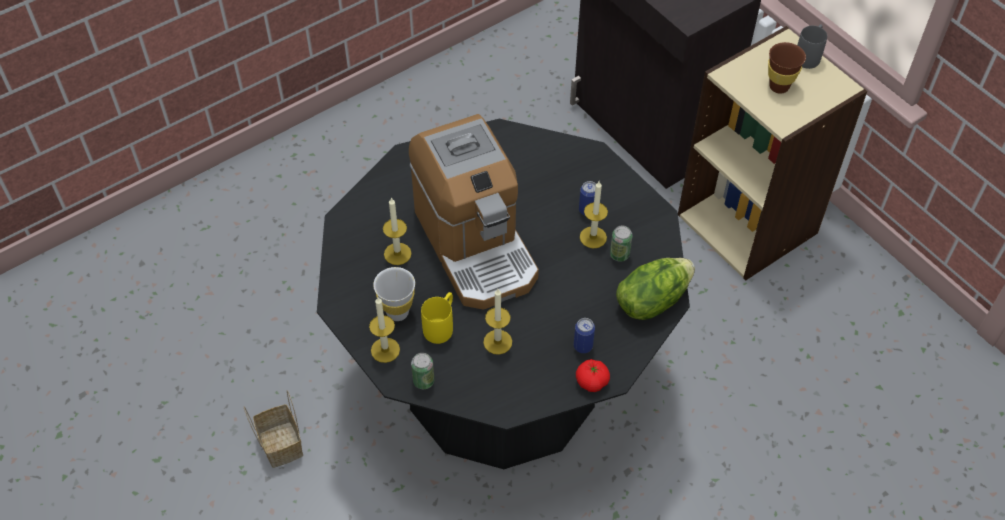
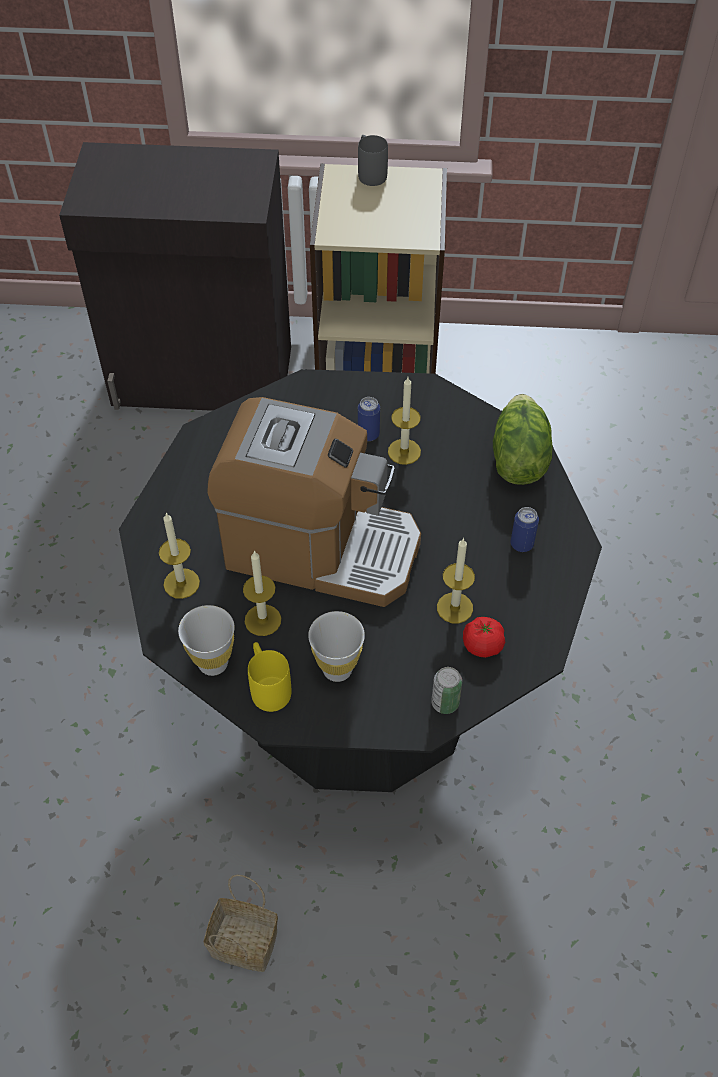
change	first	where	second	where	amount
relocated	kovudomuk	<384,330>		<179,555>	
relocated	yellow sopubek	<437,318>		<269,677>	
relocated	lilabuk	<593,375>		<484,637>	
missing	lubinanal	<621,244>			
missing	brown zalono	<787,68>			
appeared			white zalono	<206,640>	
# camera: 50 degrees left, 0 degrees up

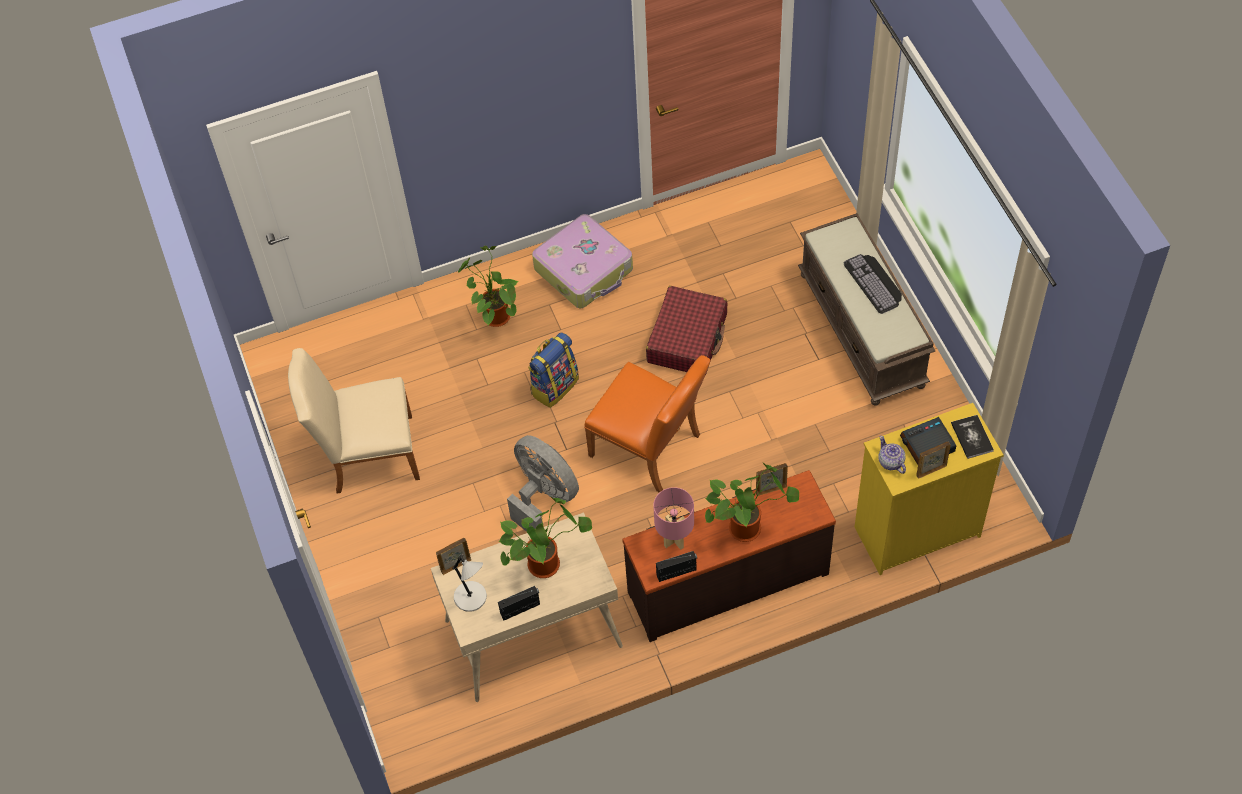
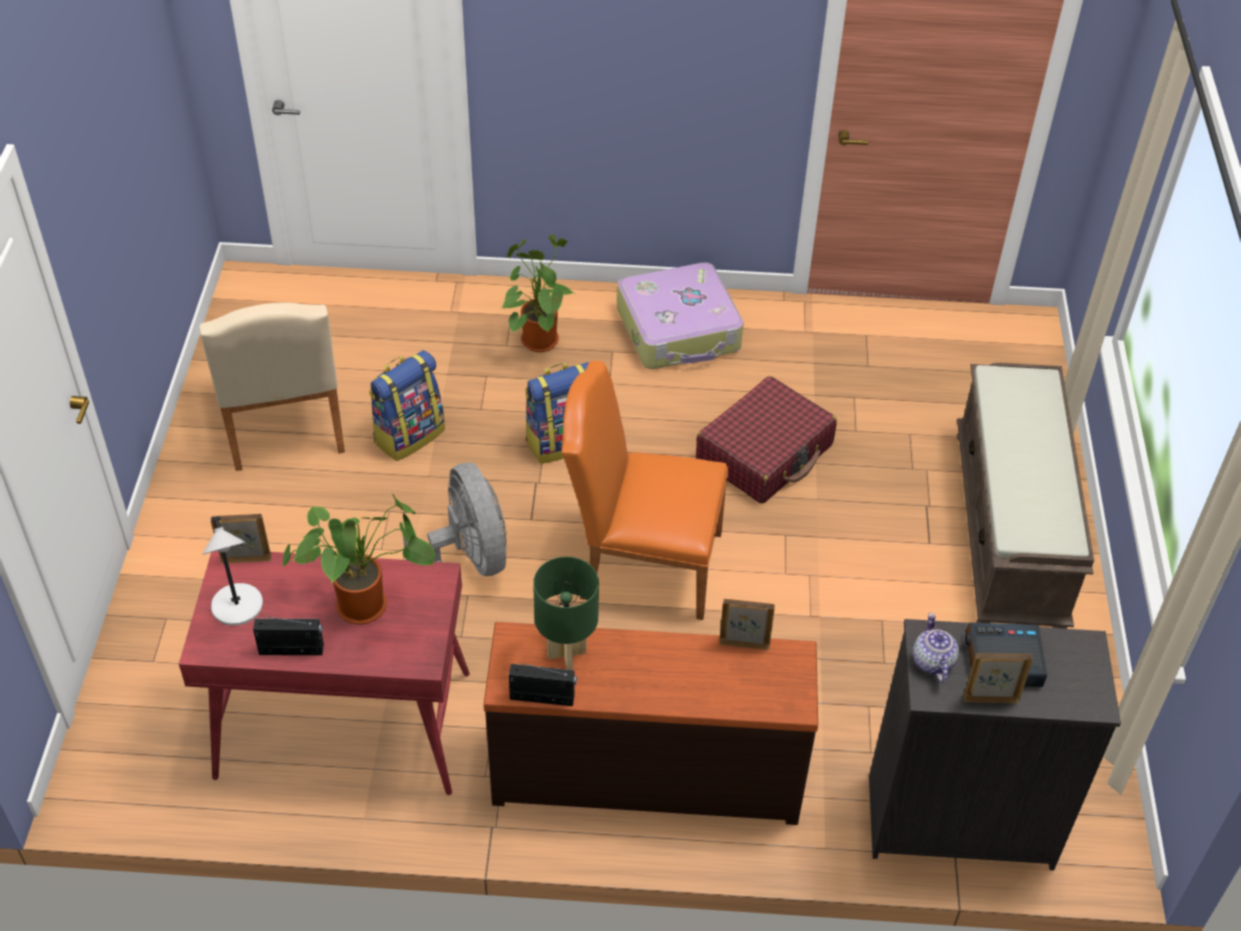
change	first	where	second	where	amount
spun	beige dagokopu	<354,421>		<272,386>	120 degrees counterclockwise
colour	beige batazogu	<527,607>	red batazogu	<324,673>	
spun	orange dagokopu	<647,424>		<644,490>	135 degrees clockwise
colour	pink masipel	<673,518>	green masipel	<566,613>	
missing	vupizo	<752,502>			
missing	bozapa	<873,284>			
colour	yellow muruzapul	<929,489>	black muruzapul	<995,744>	
missing	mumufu	<972,437>			
appeared			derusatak	<407,405>	
# camera: 20 degrees right, 10 degrees down

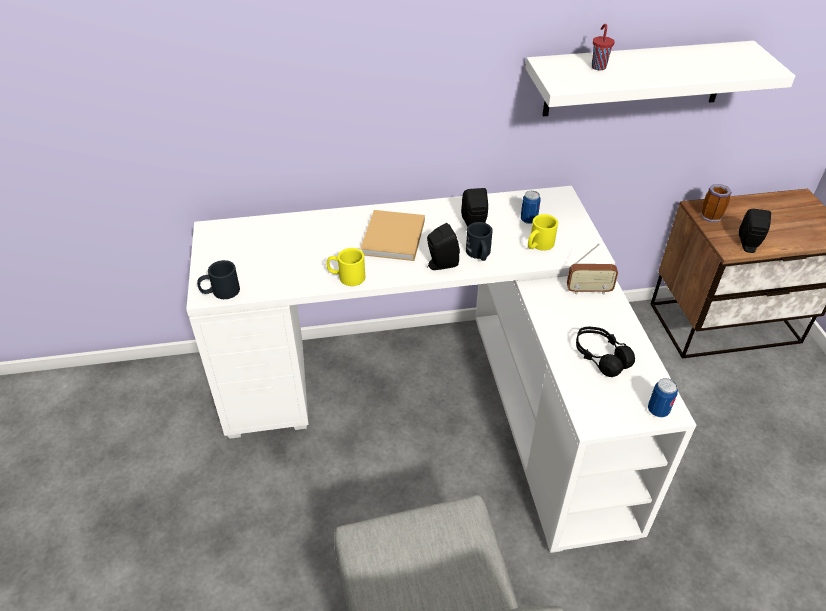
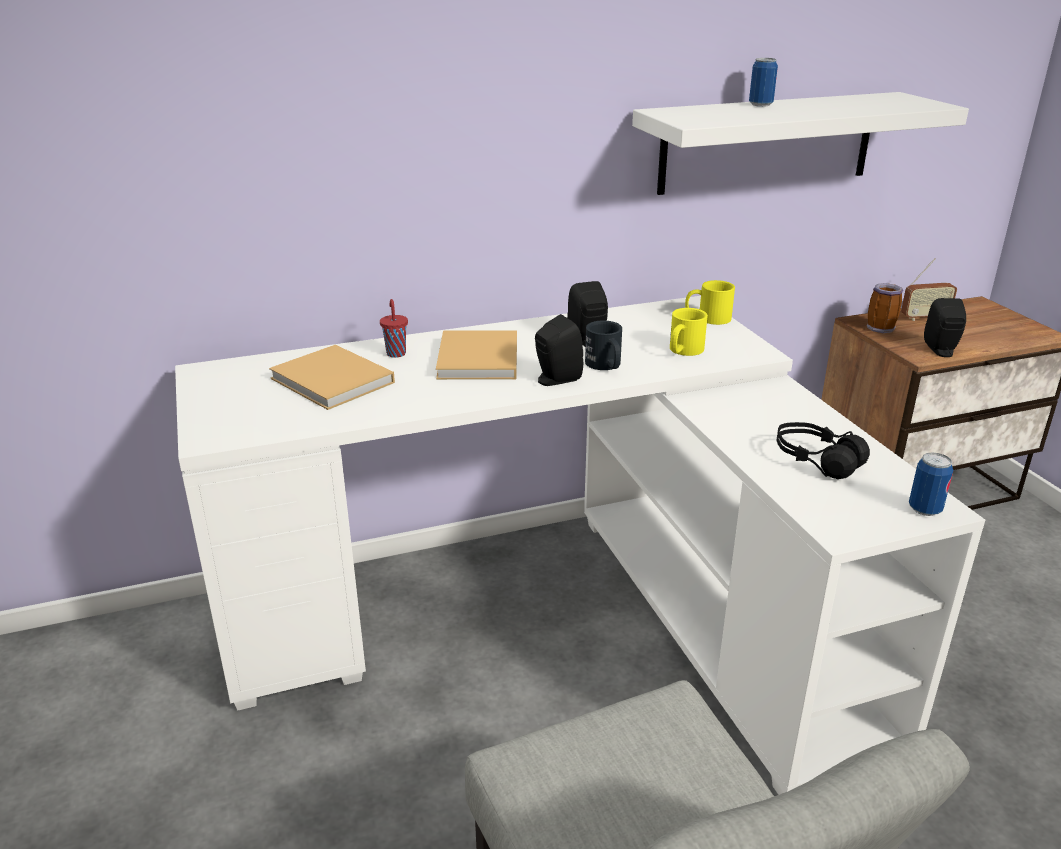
change	first	where	second	where	amount
missing	black sopubek	<218,279>			
relocated	yellow sopubek	<346,267>		<710,302>	
relocated	lubinanal	<531,207>		<763,82>	
relocated	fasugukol	<592,269>		<929,289>	
relocated	red zalono	<603,47>		<394,328>	
appeared			beige mumufu	<332,377>	
# camera: 10 degrees left, 15 degrees down

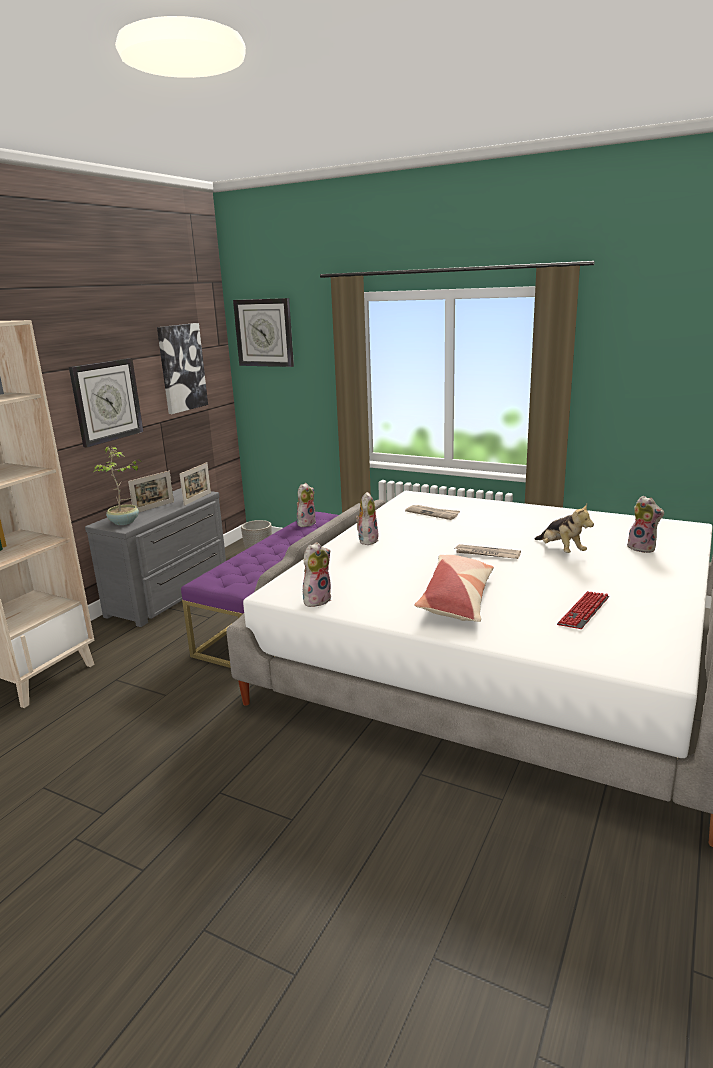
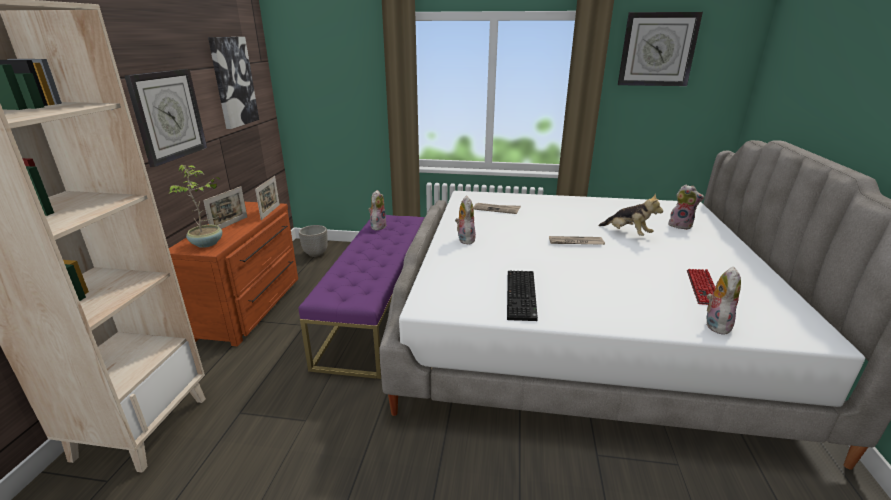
change	first	where	second	where	amount
colour	grey muruzapul	<155,557>	brown muruzapul	<233,274>	
relocated	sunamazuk	<263,332>		<660,49>	
relocated	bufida	<317,574>		<724,300>	
missing	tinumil	<454,588>			
appeared			bozapa	<522,296>	
# camera: 20 degrees left, 5 degrees up

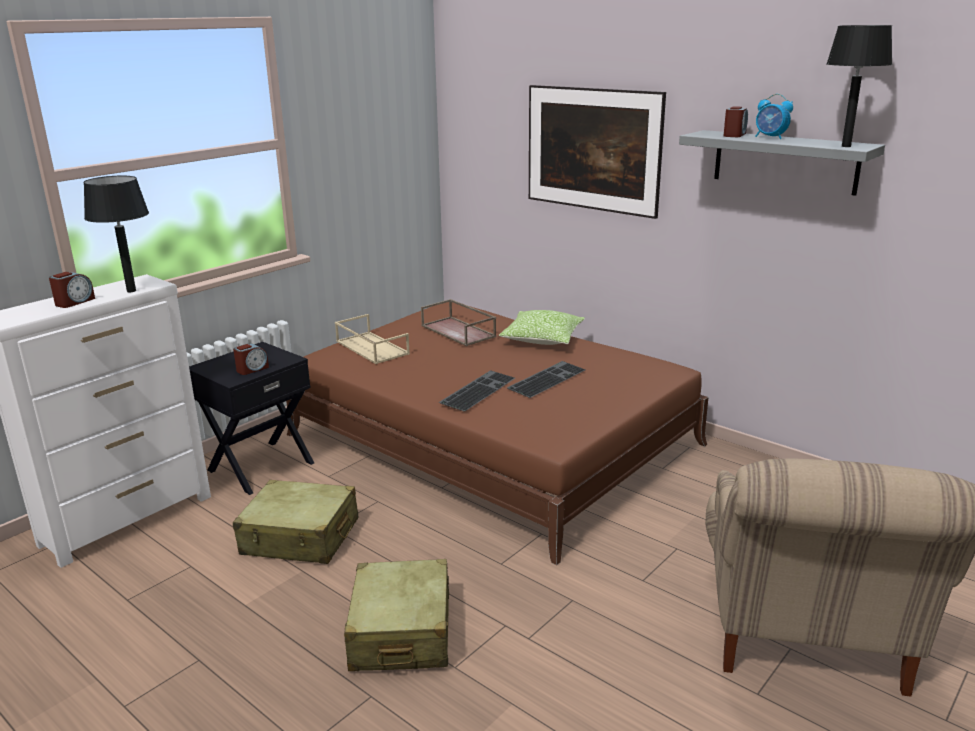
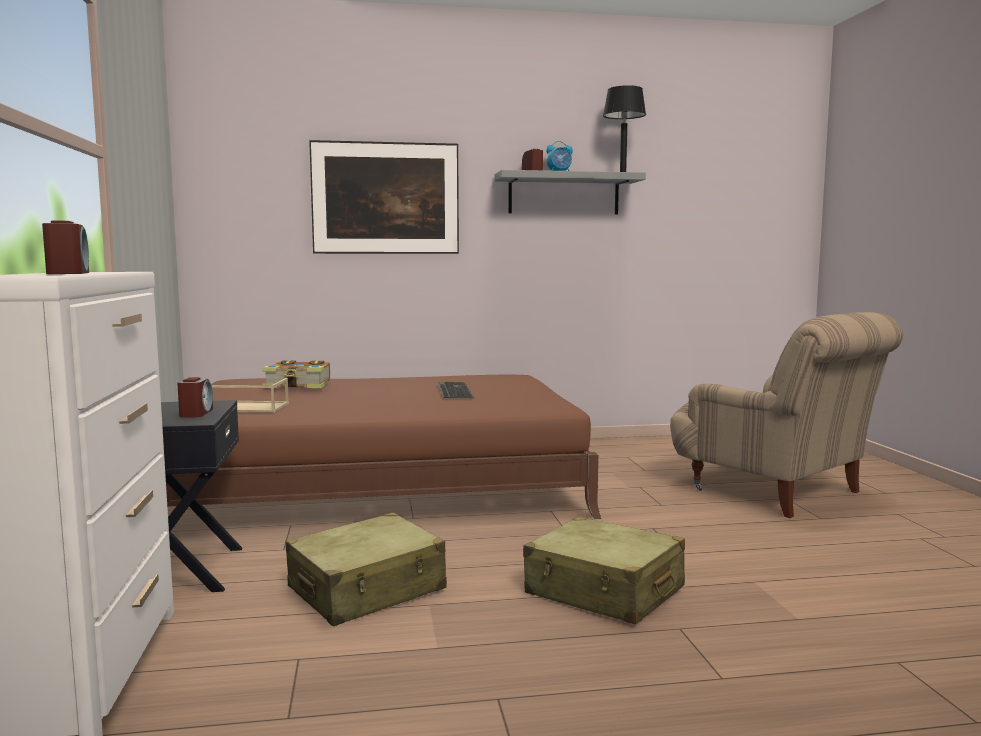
change	first	where	second	where	amount
missing	black masipel	<116,234>			
exchanged	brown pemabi	<458,322>	mumufu	<296,374>	
missing	bozapa	<477,391>			
missing	tinumil	<542,327>			
# camera: 50 degrees left, 15 degrees down

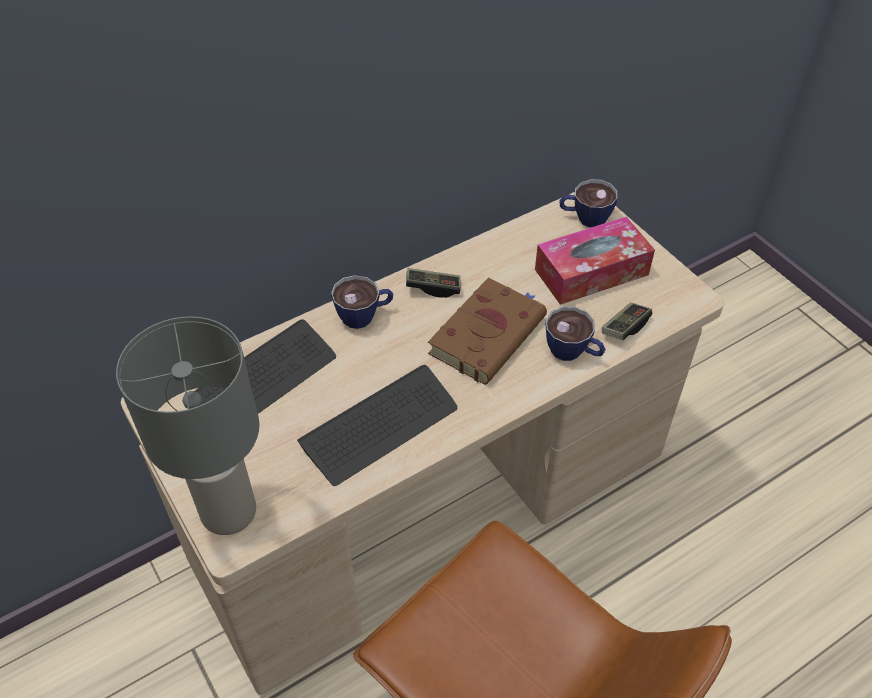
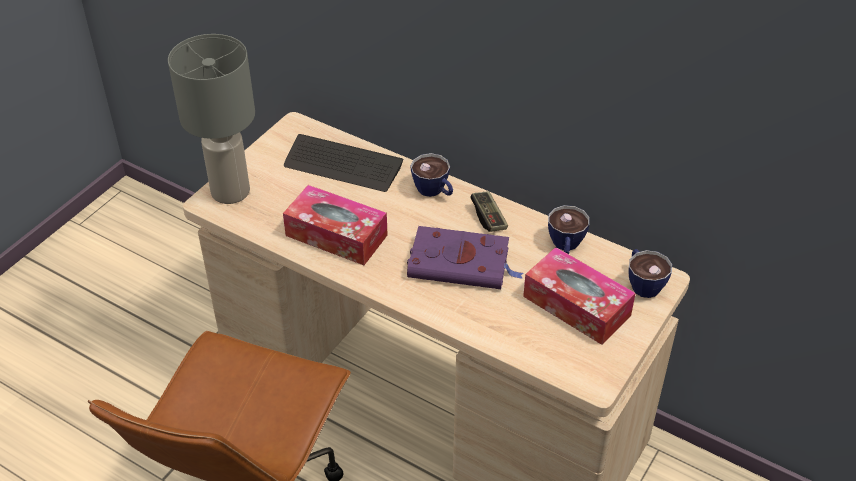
change	first	where	second	where	amount
exchanged	bozapa	<377,425>	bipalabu	<335,225>	
colour	brown mumufu	<487,331>	purple mumufu	<465,257>	
relocated	zalono	<576,334>		<568,229>	
missing	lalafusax	<627,321>			
# camera: 65 degrees right, 5 degrees down

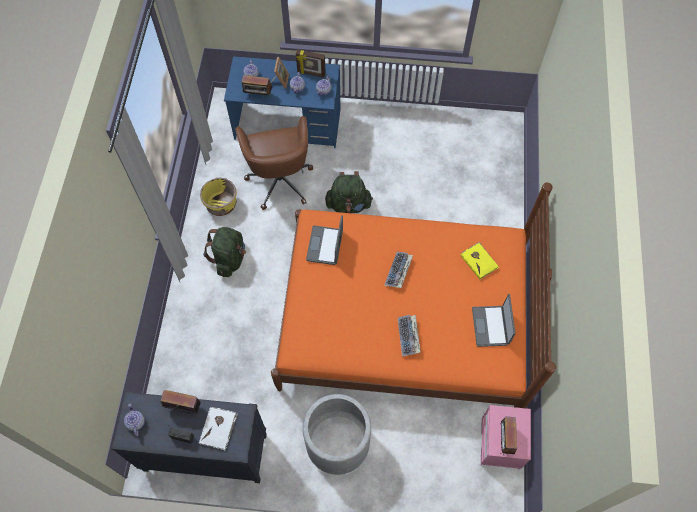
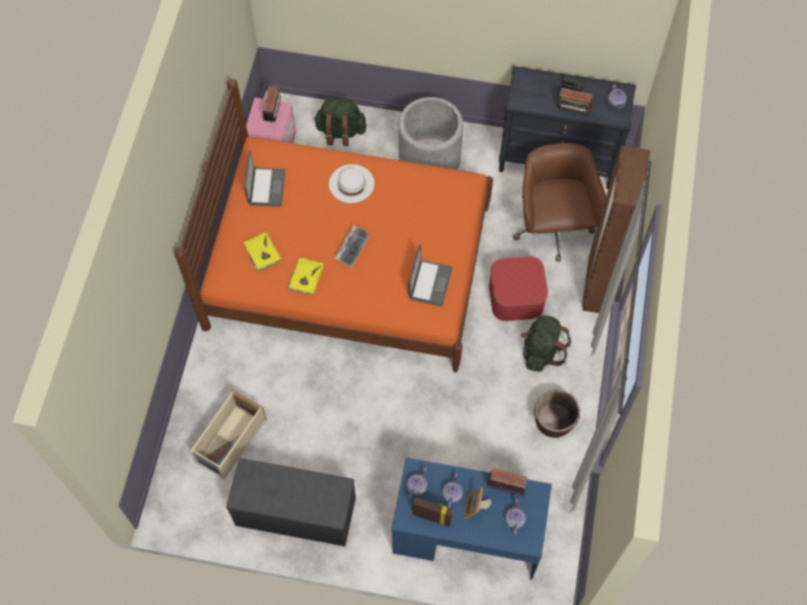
change	first	where	second	where	amount
missing	white mumufu	<218,428>			
colour	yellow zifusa	<218,197>	brown zifusa	<557,414>	
relocated	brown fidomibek	<274,163>		<559,202>	
relocated	green derusatak	<349,192>		<340,122>	
exchanged	bozapa	<409,336>	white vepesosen	<351,183>	
appeared			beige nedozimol	<228,434>	
appeared			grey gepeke	<291,502>	
appeared			yellow mumufu	<305,276>	
appeared			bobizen	<518,288>	
appeared			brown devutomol	<616,229>	
# camera: 175 degrees left, 0 degrees up

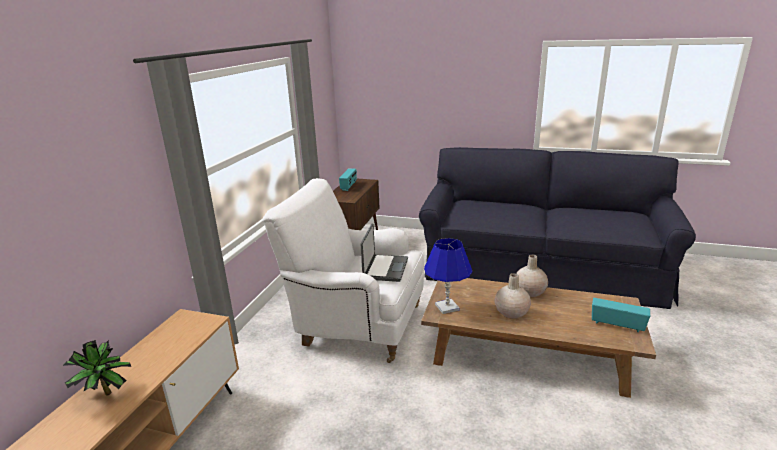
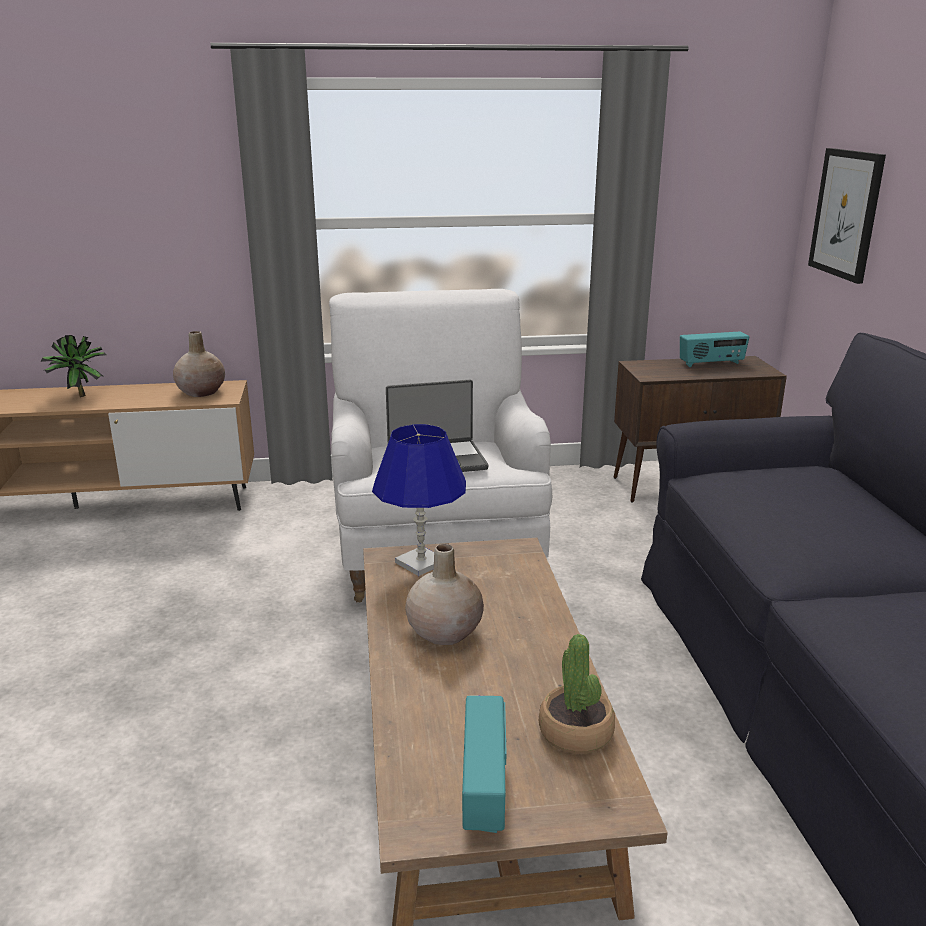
change	first	where	second	where	amount
relocated	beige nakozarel	<532,276>		<199,364>	
appeared			vupizo	<577,694>	
appeared			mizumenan	<847,216>	
# camera: 65 degrees right, 0 degrees up

